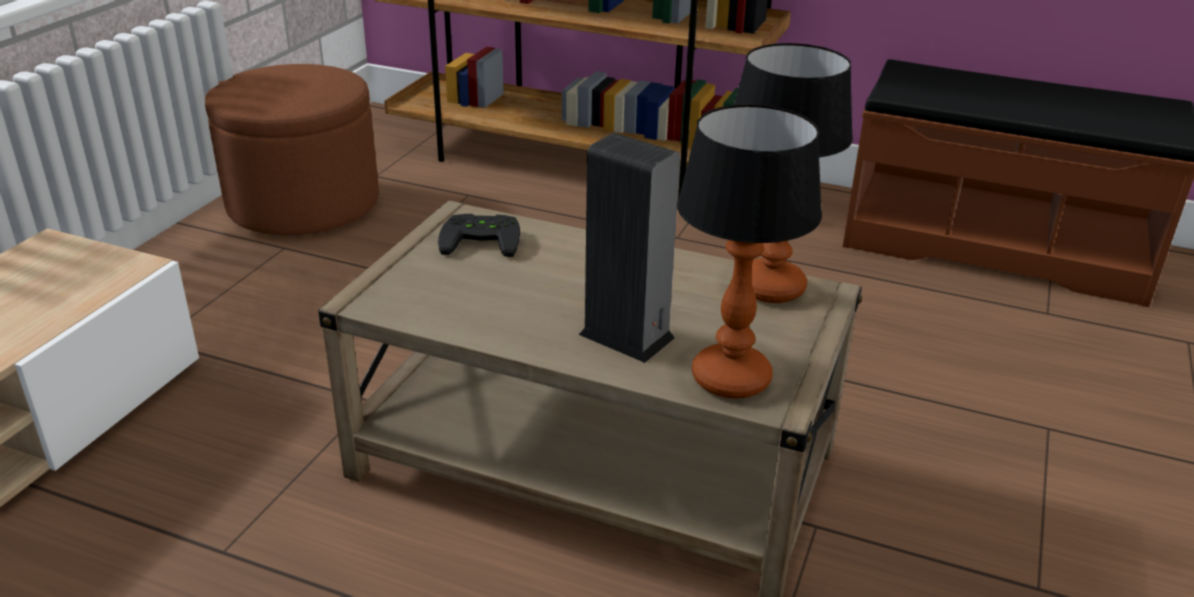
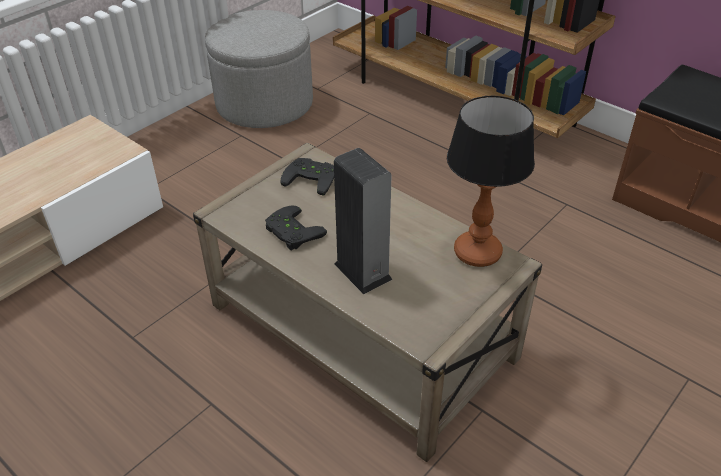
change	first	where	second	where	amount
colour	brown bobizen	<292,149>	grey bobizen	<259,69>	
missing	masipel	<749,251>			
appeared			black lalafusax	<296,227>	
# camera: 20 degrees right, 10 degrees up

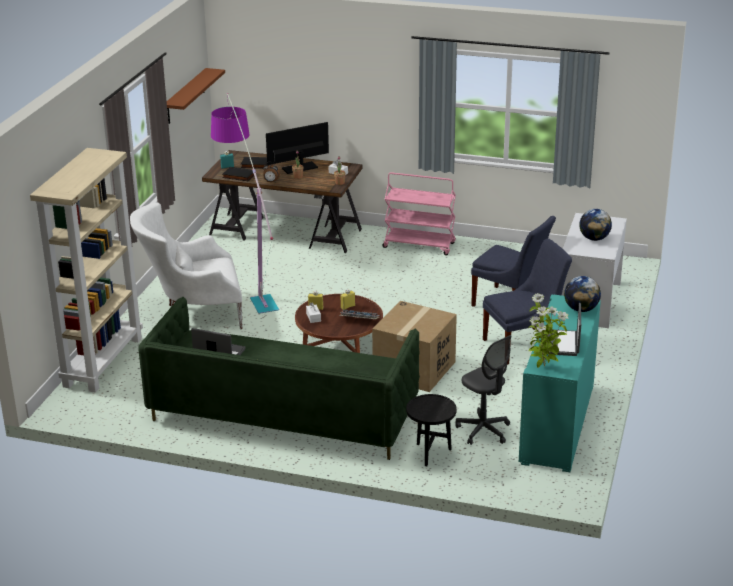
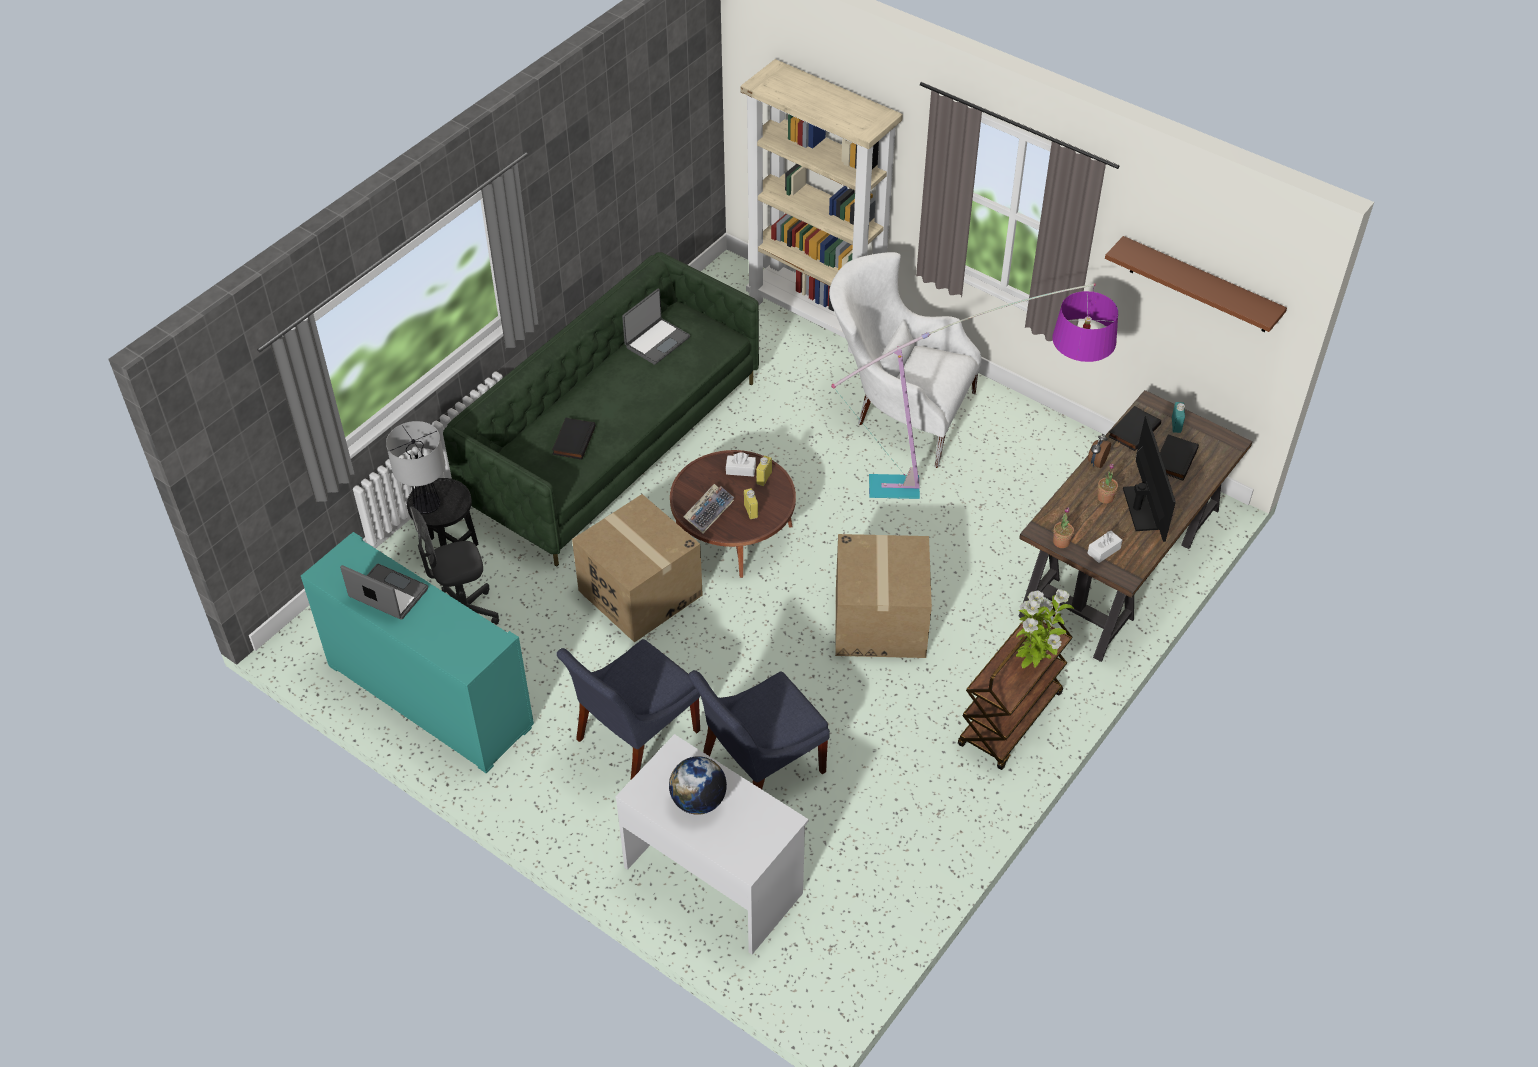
change	first	where	second	where	amount
spun	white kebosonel	<186,266>		<905,360>	75 degrees counterclockwise
colour	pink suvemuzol	<419,213>	brown suvemuzol	<1015,686>	
spun	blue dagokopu	<527,301>		<628,709>	45 degrees clockwise
relocated	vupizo	<548,330>		<1045,628>	
missing	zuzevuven	<582,294>			
appeared			masipel	<415,467>	
appeared			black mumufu	<574,439>	
appeared			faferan	<883,596>	
# camera: 110 degrees right, 20 degrees up

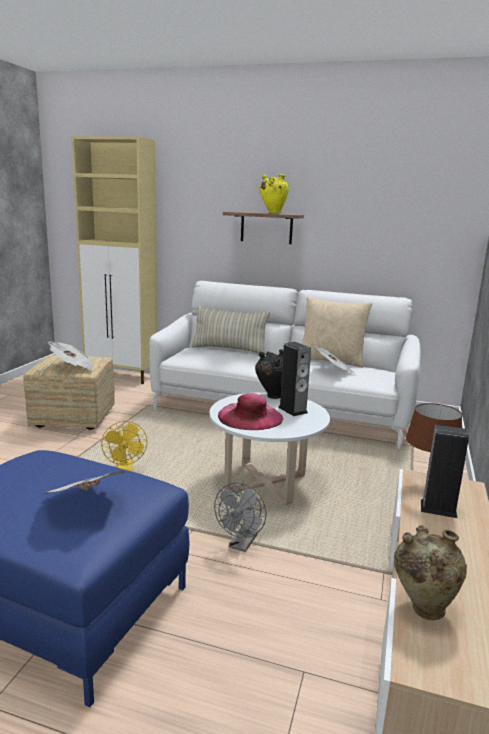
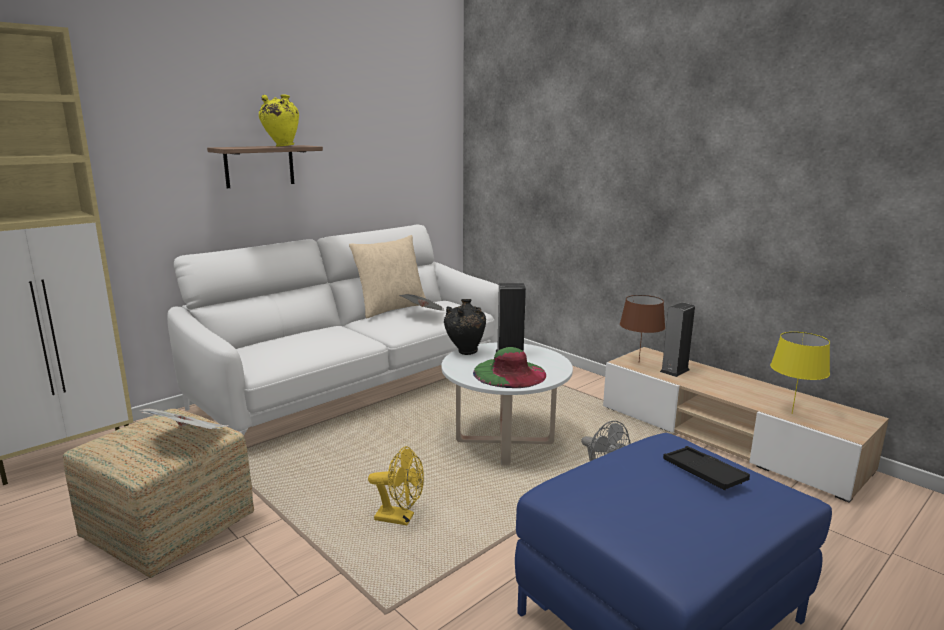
change	first	where	second	where	amount
exchanged	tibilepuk	<85,482>	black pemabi	<706,468>	
missing	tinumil	<230,330>			
colour	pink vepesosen	<250,411>	green vepesosen	<509,367>	
exchanged	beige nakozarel	<430,572>	yellow masipel	<800,372>	
# camera: 60 degrees left, 0 degrees up

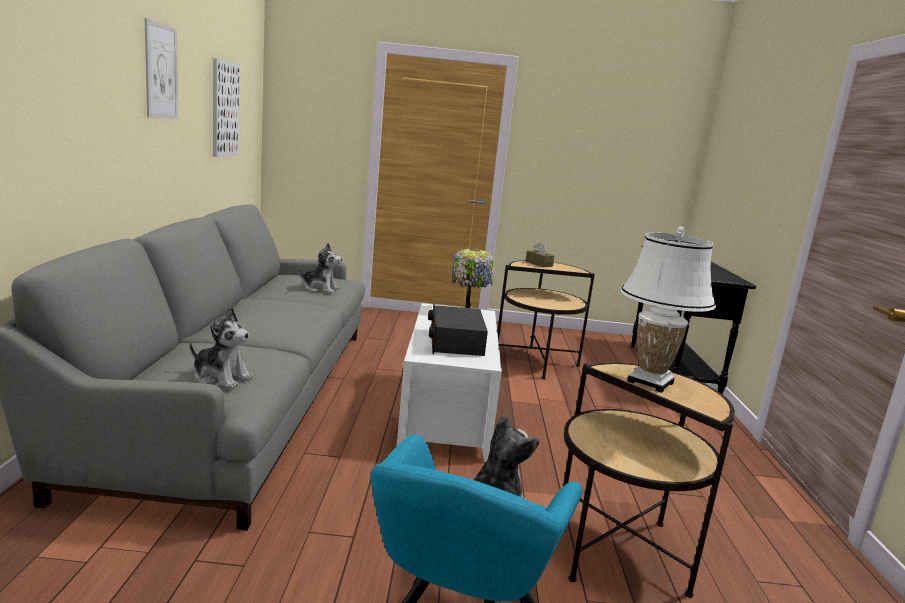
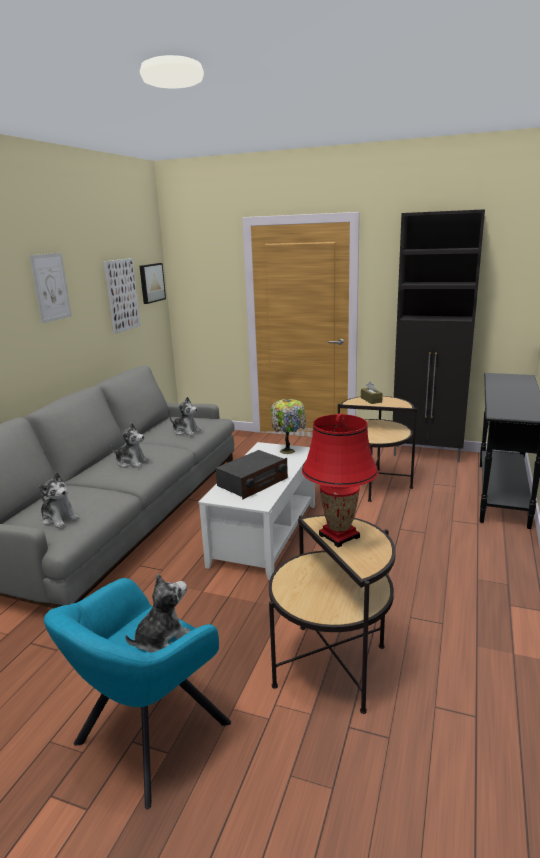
change	first	where	second	where	amount
spun	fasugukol	<458,329>		<252,474>	150 degrees counterclockwise
colour	white masipel	<668,310>	red masipel	<340,480>	
appeared			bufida	<130,445>	
appeared			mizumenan	<152,283>	
appeared			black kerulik	<439,335>	
# camera: 20 degrees right, 5 degrees up

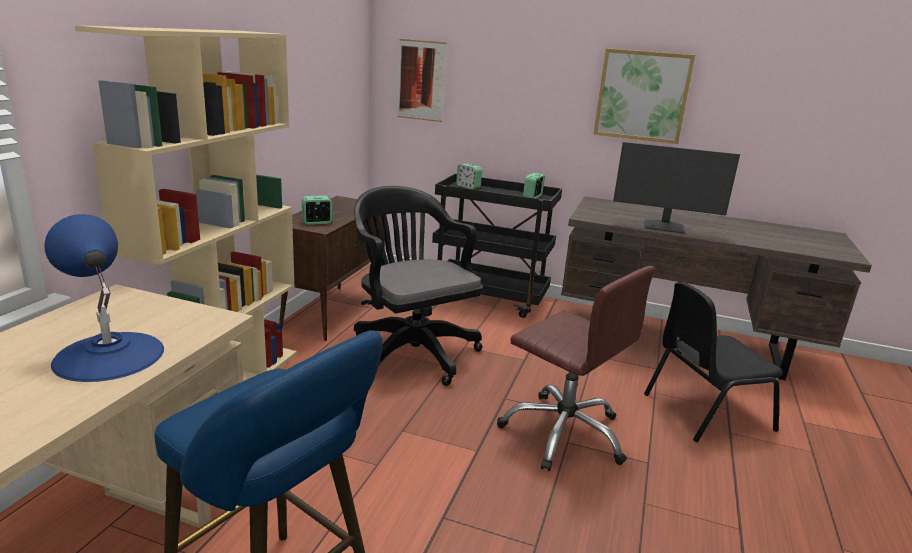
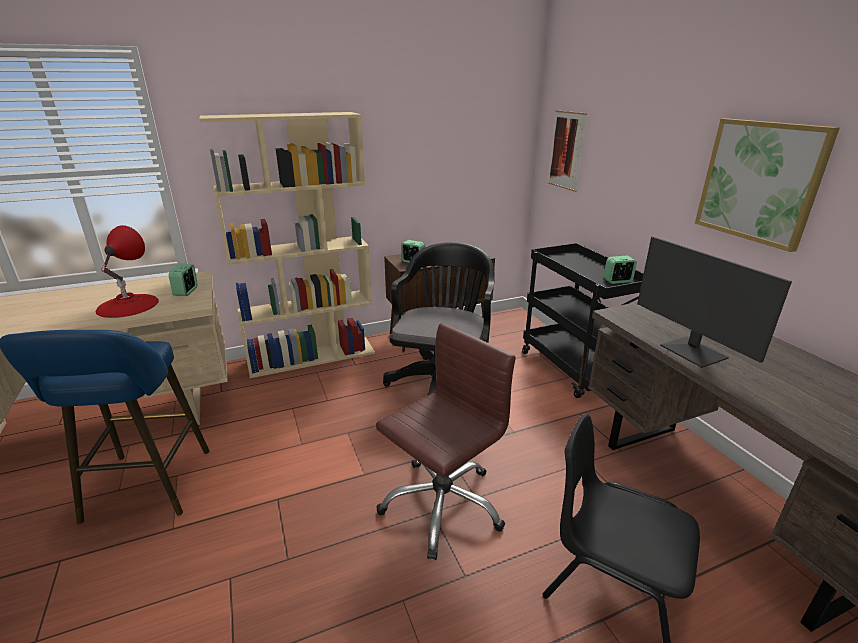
change	first	where	second	where	amount
colour	blue masipel	<104,298>	red masipel	<127,271>	
relocated	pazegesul	<469,176>		<183,280>	
spun	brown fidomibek	<576,368>		<446,441>	135 degrees counterclockwise
# camera: 50 degrees right, 5 degrees up

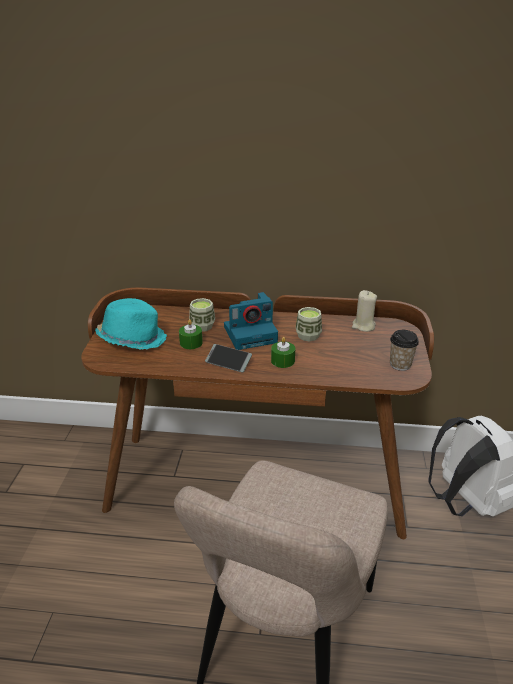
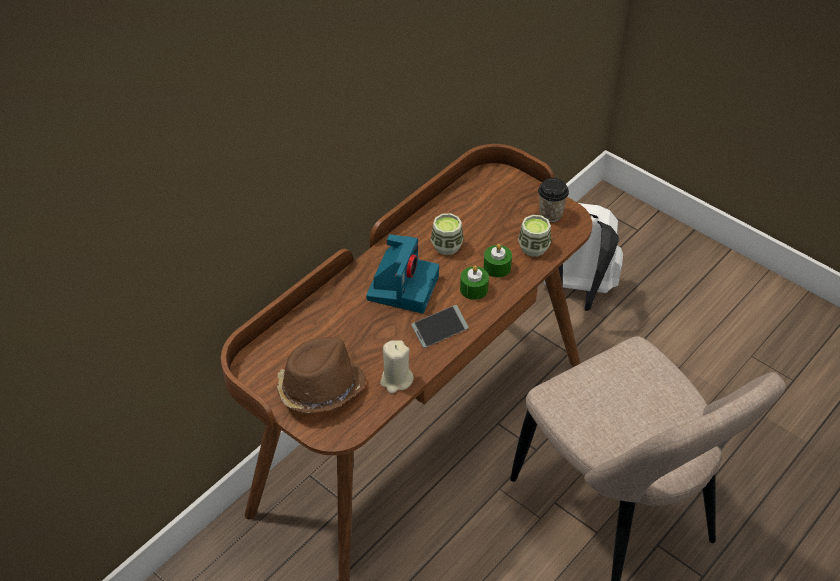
change	first	where	second	where	amount
colour	turquoise vepesosen	<131,324>	brown vepesosen	<321,375>	
relocated	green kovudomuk	<191,334>		<497,261>	
relocated	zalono	<202,315>		<534,236>	
relocated	beige kovudomuk	<364,311>		<397,367>	
# camera: 55 degrees left, 15 degrees up

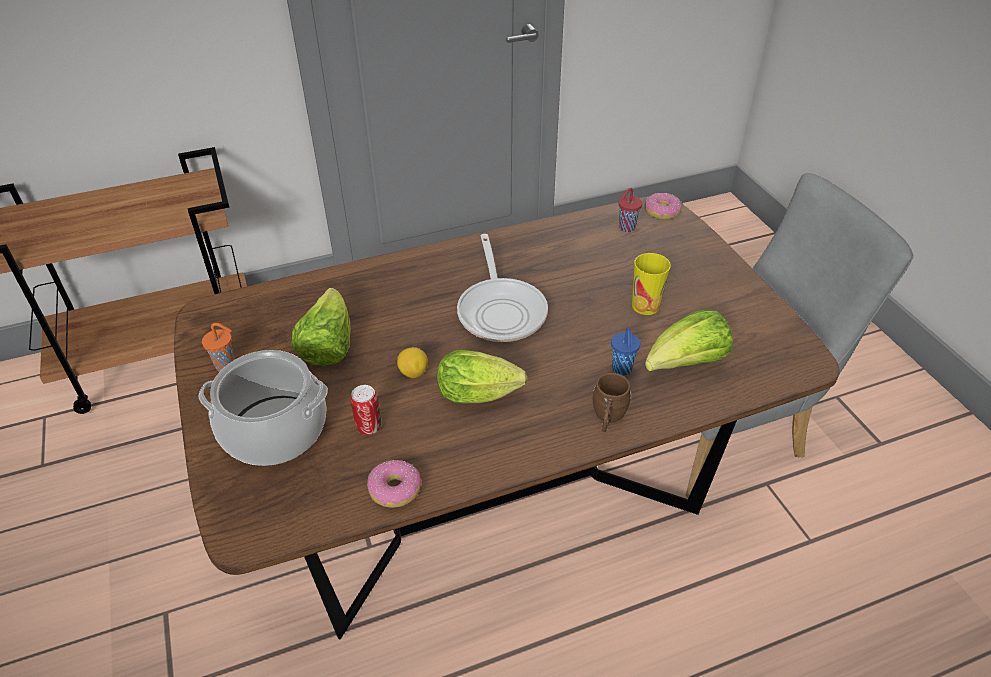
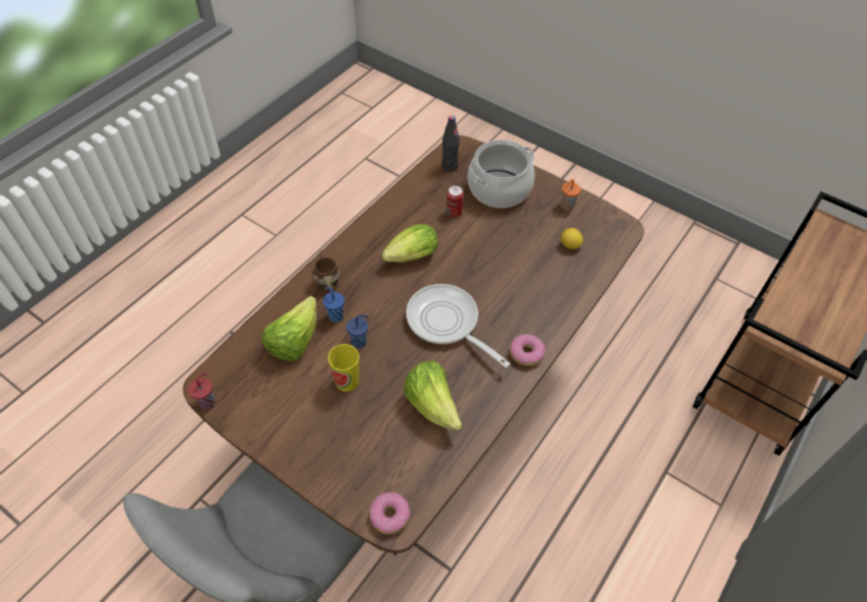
change	first	where	second	where	amount
relocated	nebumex	<321,327>		<433,396>	
relocated	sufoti	<394,484>		<528,350>	
relocated	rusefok	<412,362>		<572,238>	
relocated	red zalono	<630,210>		<201,391>	
appeared			blue zalono	<357,331>	
appeared			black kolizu	<451,143>	
# camera: 145 degrees right, 10 degrees up

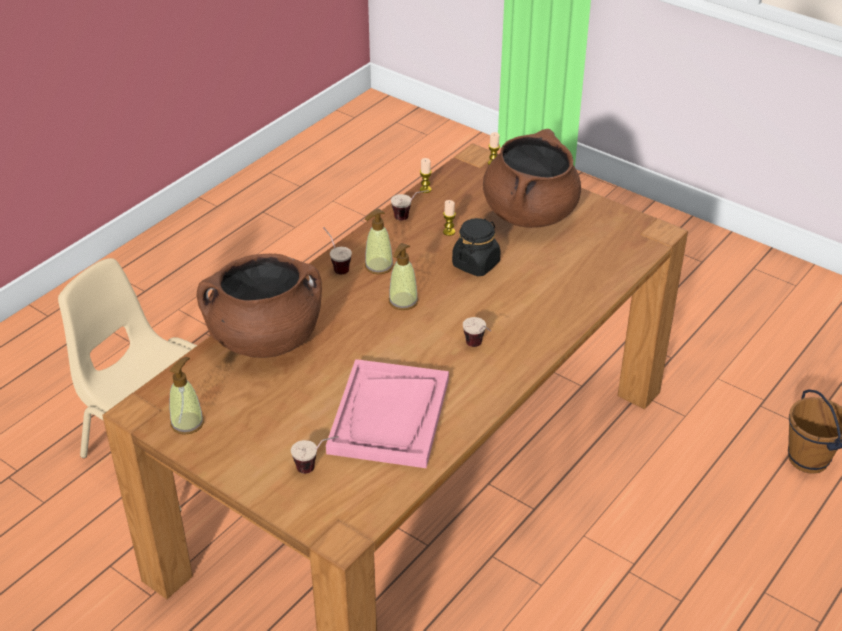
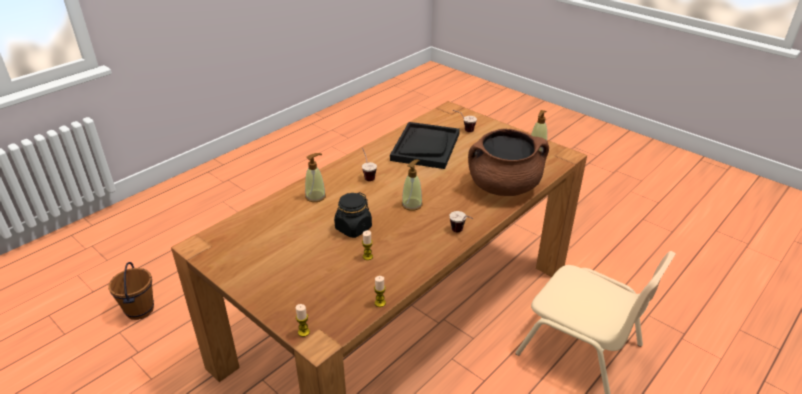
change	first	where	second	where	amount
colour	pink pemabi	<387,413>	black pemabi	<425,145>	
relocated	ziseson	<379,241>		<315,177>	
missing	zalono	<410,205>			
missing	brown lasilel	<532,178>			
# camera: 175 degrees left, 5 degrees down

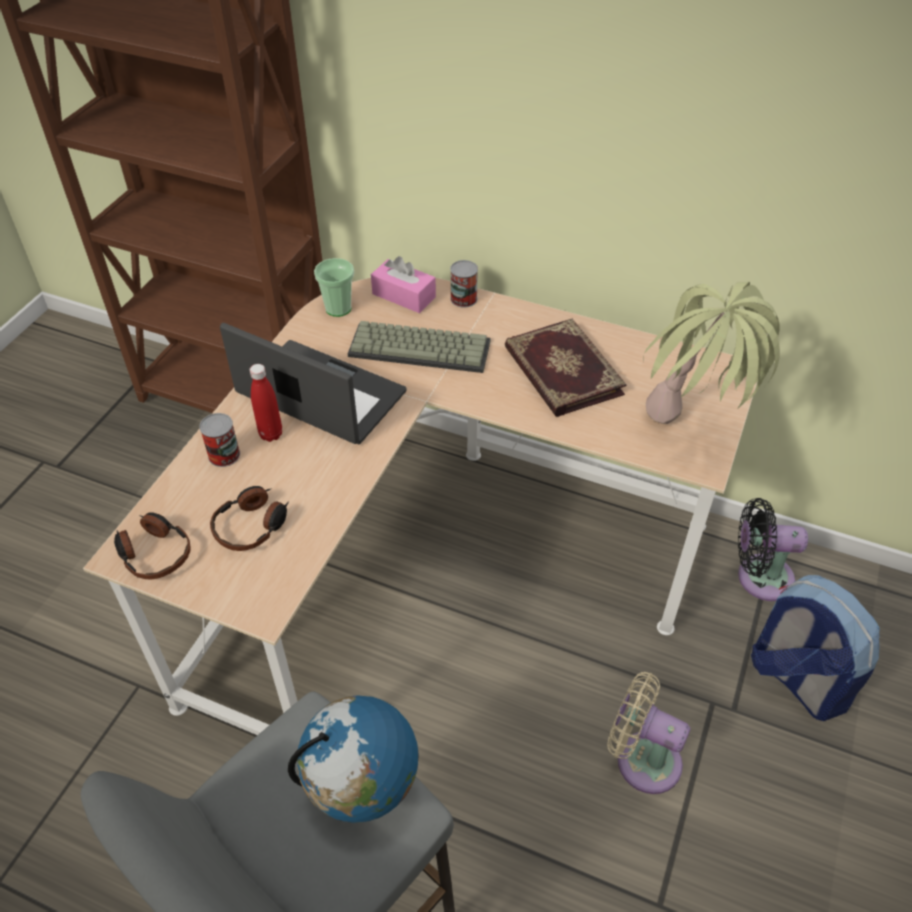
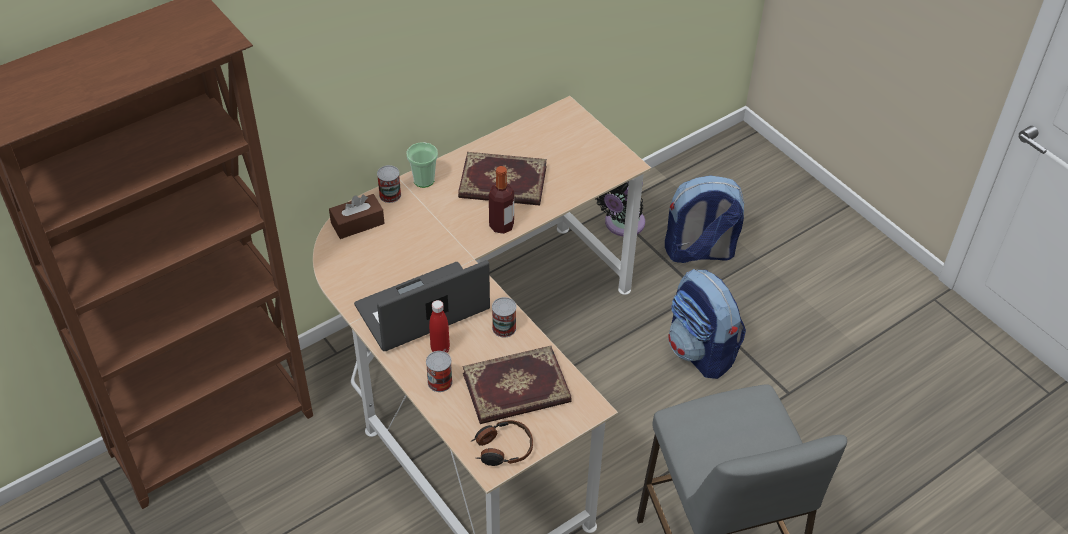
change	first	where	second	where	amount
exchanged	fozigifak	<249,518>	mumufu	<517,385>	
missing	zuzevuven	<353,759>			
relocated	zalono	<334,287>		<422,165>	
missing	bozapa	<419,347>			
colour	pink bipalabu	<403,284>	brown bipalabu	<357,216>	
exchanged	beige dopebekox	<648,733>	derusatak	<707,324>	
missing	vupizo	<711,353>			
appeared			kolizu	<501,200>	
appeared			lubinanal	<504,317>	
# camera: 60 degrees left, 0 degrees up

